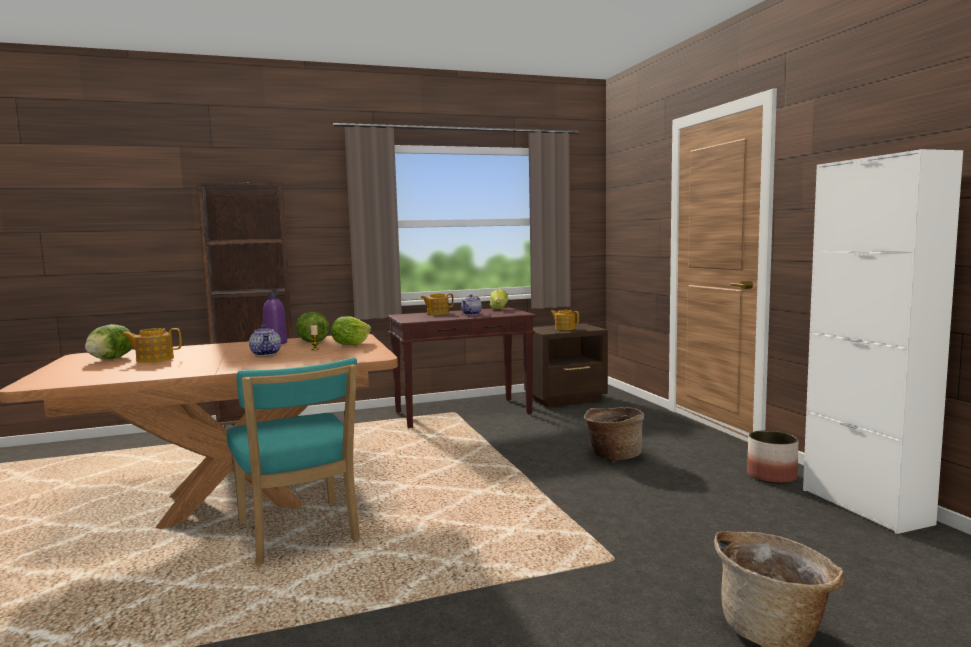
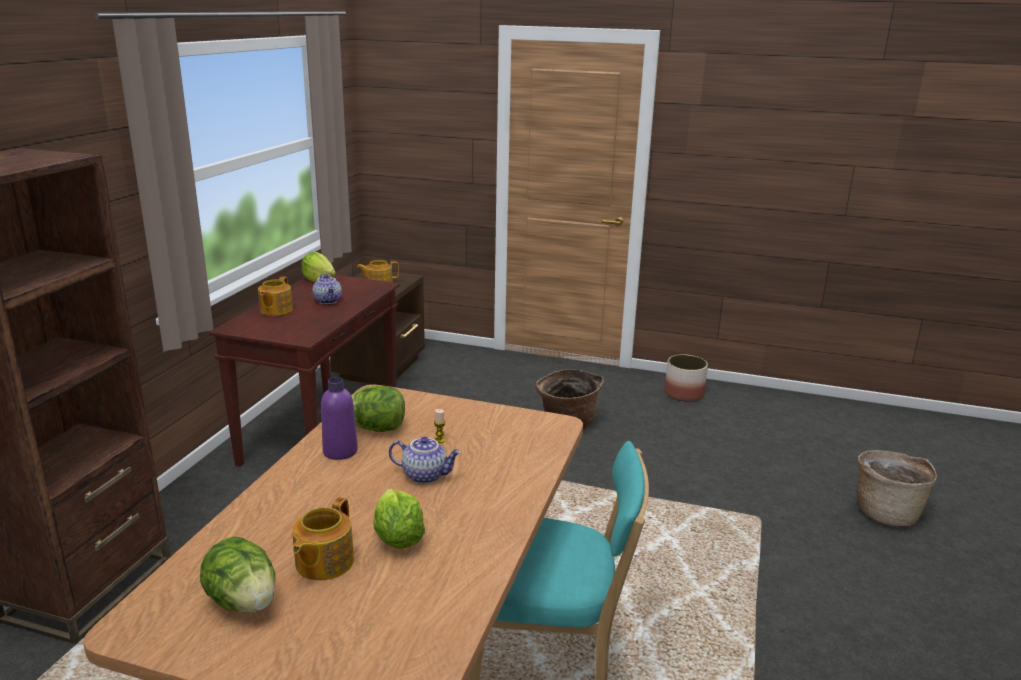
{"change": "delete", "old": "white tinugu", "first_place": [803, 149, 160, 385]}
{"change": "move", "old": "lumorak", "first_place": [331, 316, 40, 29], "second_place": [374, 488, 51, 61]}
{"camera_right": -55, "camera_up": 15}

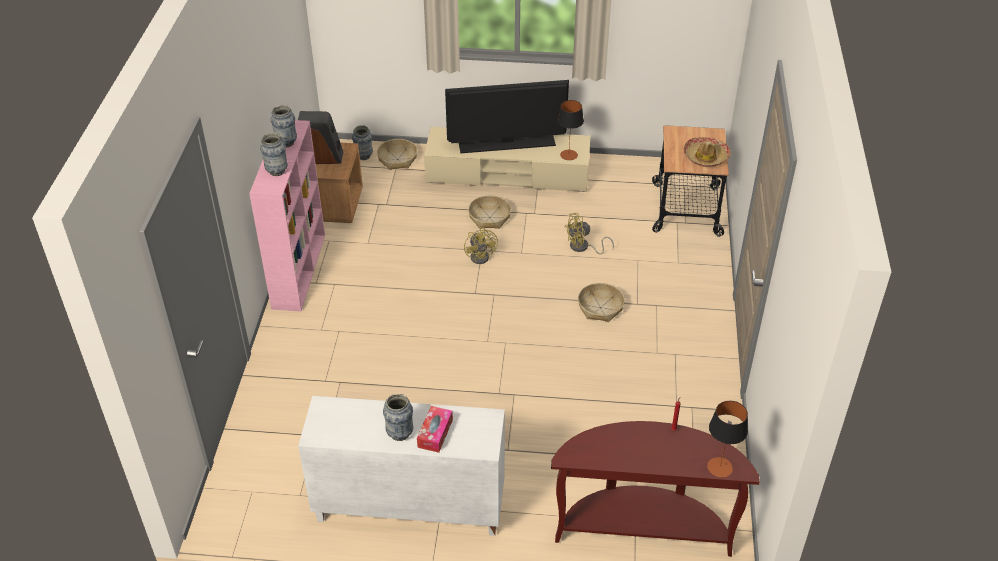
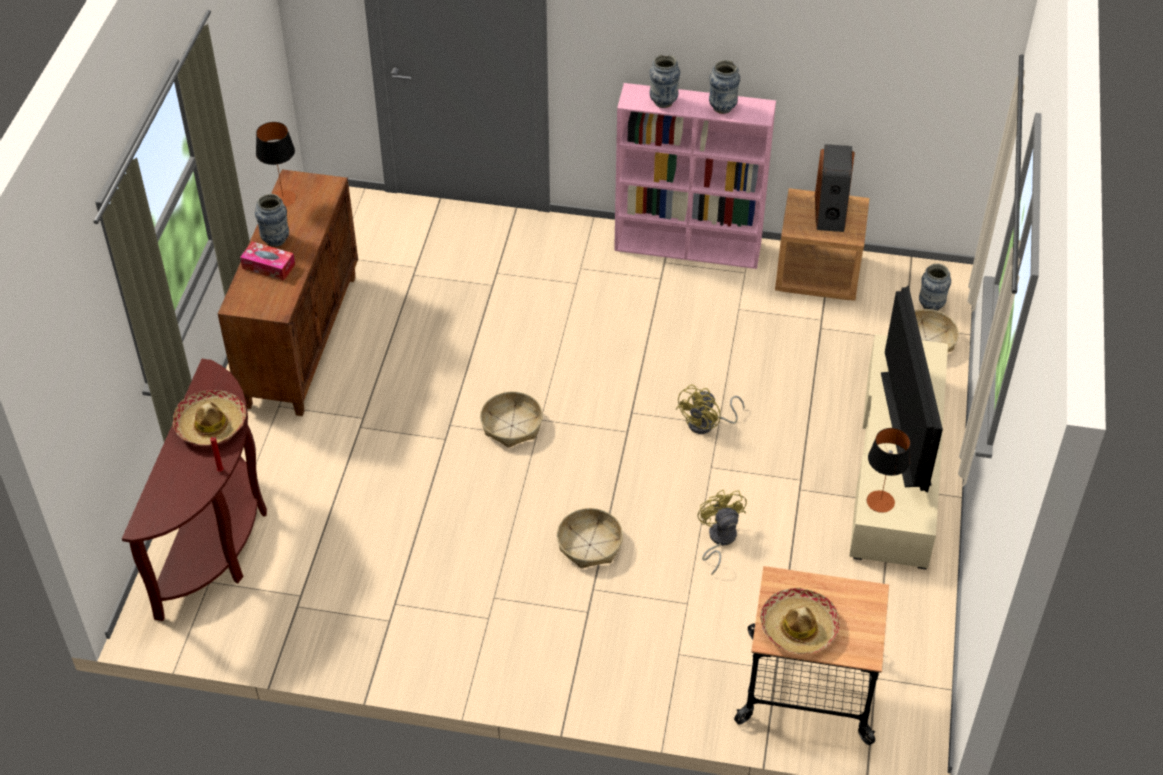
{"change": "move", "old": "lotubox", "first_place": [468, 195, 43, 34], "second_place": [480, 391, 63, 57]}
{"change": "rotate", "old": "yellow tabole", "first_place": [464, 227, 34, 37], "second_place": [676, 385, 69, 49], "degrees": -45}
{"change": "recolor", "old": "white tinugu", "new": "brown tinugu", "first_place": [298, 396, 207, 140], "second_place": [218, 169, 140, 247]}
{"change": "move", "old": "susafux", "first_place": [707, 401, 41, 76], "second_place": [256, 122, 40, 85]}
{"change": "insert", "new": "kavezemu", "second_place": [173, 390, 74, 56]}
{"camera_right": 95, "camera_up": 5}

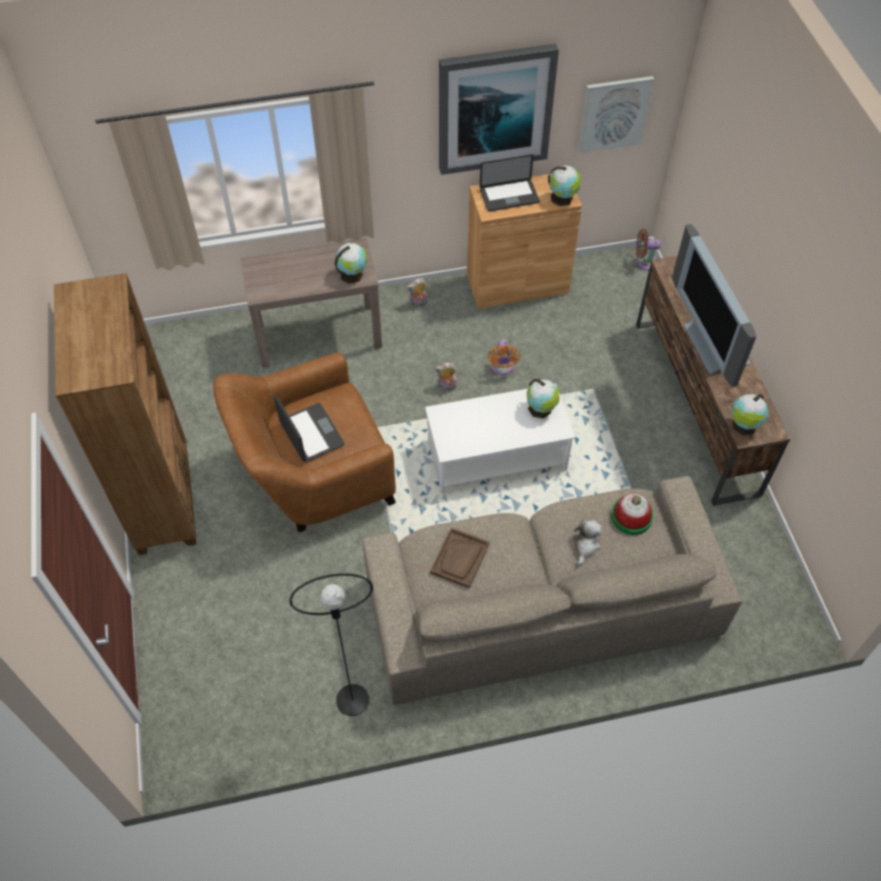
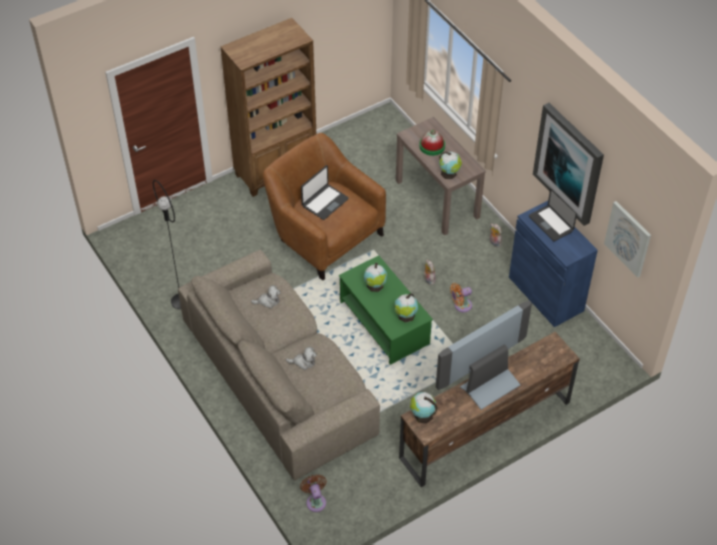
{"change": "move", "old": "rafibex", "first_place": [548, 166, 33, 40], "second_place": [364, 263, 23, 29]}
{"change": "recolor", "old": "brown tinugu", "new": "blue tinugu", "first_place": [467, 174, 115, 135], "second_place": [509, 201, 89, 126]}
{"change": "move", "old": "brown tabole", "first_place": [636, 229, 25, 42], "second_place": [300, 475, 27, 37]}
{"change": "recolor", "old": "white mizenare", "new": "green mizenare", "first_place": [425, 384, 150, 110], "second_place": [339, 256, 94, 109]}
{"change": "move", "old": "kavezemu", "first_place": [611, 494, 42, 41], "second_place": [419, 129, 26, 27]}
{"change": "replace", "old": "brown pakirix", "new": "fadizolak", "first_place": [430, 527, 60, 61], "second_place": [251, 285, 30, 24]}
{"camera_right": 70, "camera_up": -5}

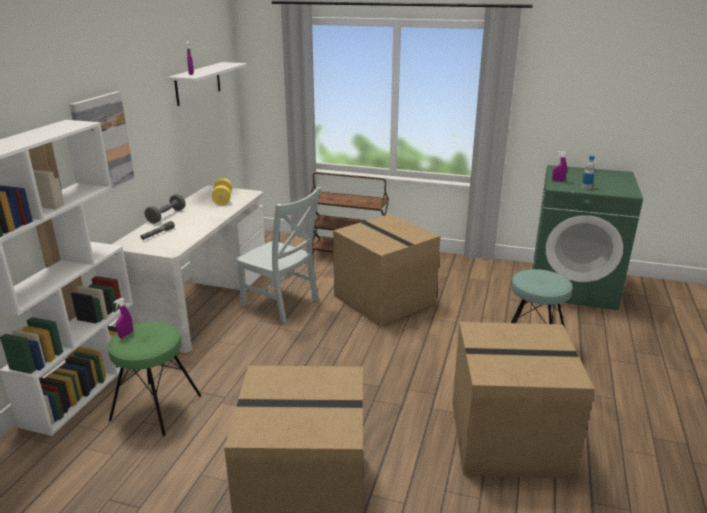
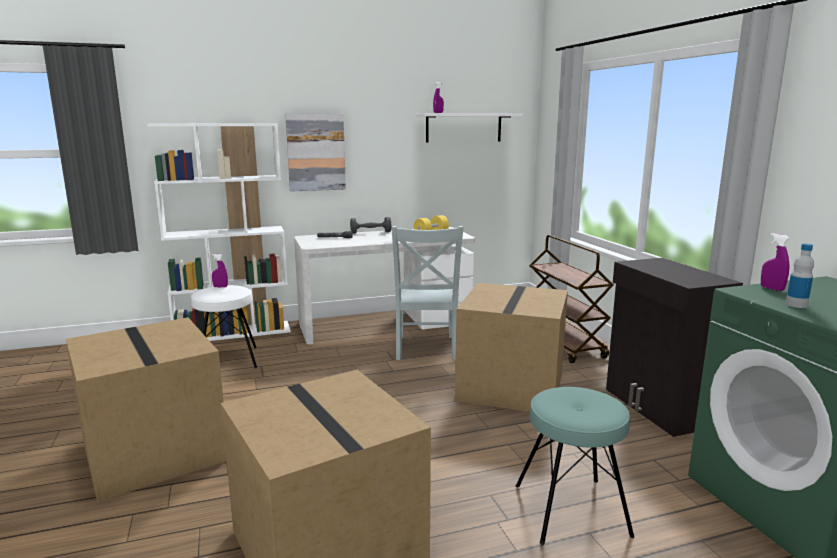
{"change": "recolor", "old": "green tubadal", "new": "white tubadal", "first_place": [108, 322, 94, 114], "second_place": [191, 285, 66, 84]}
{"change": "insert", "new": "black tinugu", "second_place": [606, 258, 137, 179]}
{"camera_right": 55, "camera_up": -10}

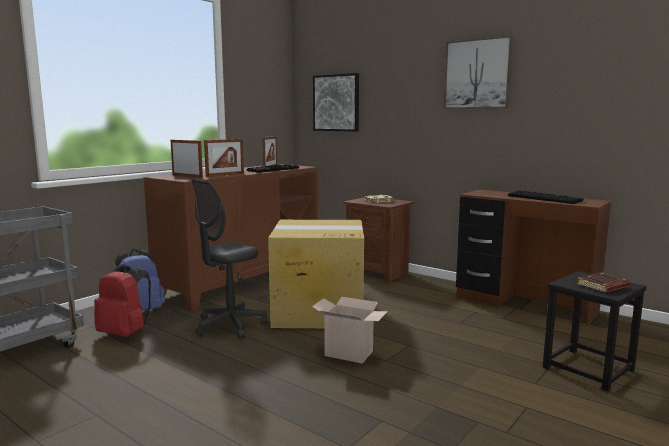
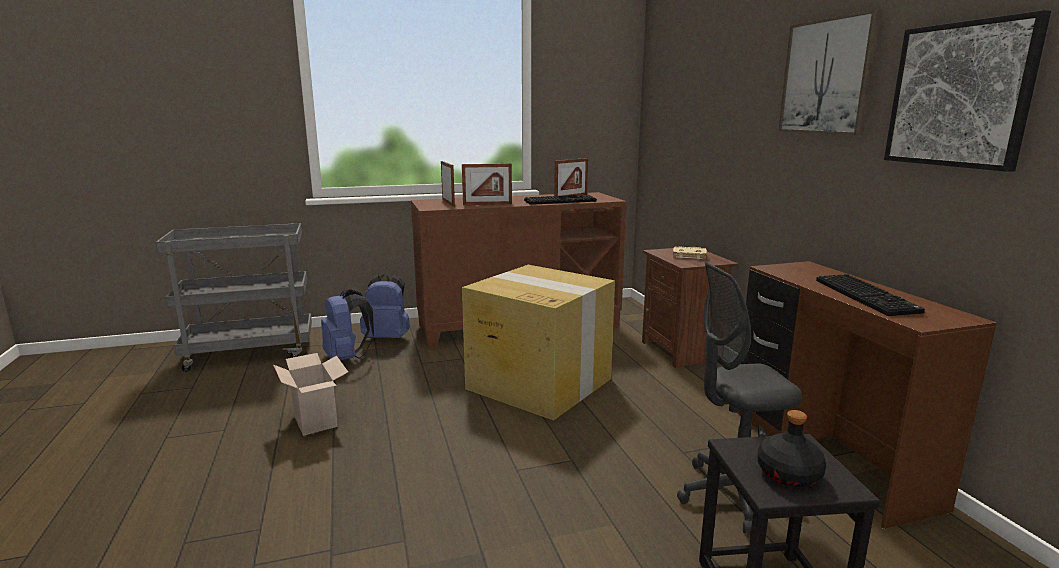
{"change": "move", "old": "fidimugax", "first_place": [313, 73, 46, 59], "second_place": [884, 10, 167, 162]}
{"change": "move", "old": "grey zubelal", "first_place": [192, 179, 75, 160], "second_place": [677, 262, 125, 272]}
{"change": "recolor", "old": "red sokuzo", "new": "blue sokuzo", "first_place": [94, 264, 57, 73], "second_place": [321, 289, 53, 71]}
{"change": "replace", "old": "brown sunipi", "new": "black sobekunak", "first_place": [577, 273, 54, 19], "second_place": [757, 410, 69, 77]}
{"change": "move", "old": "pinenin", "first_place": [312, 297, 76, 67], "second_place": [273, 353, 75, 83]}
{"camera_right": 35, "camera_up": 5}

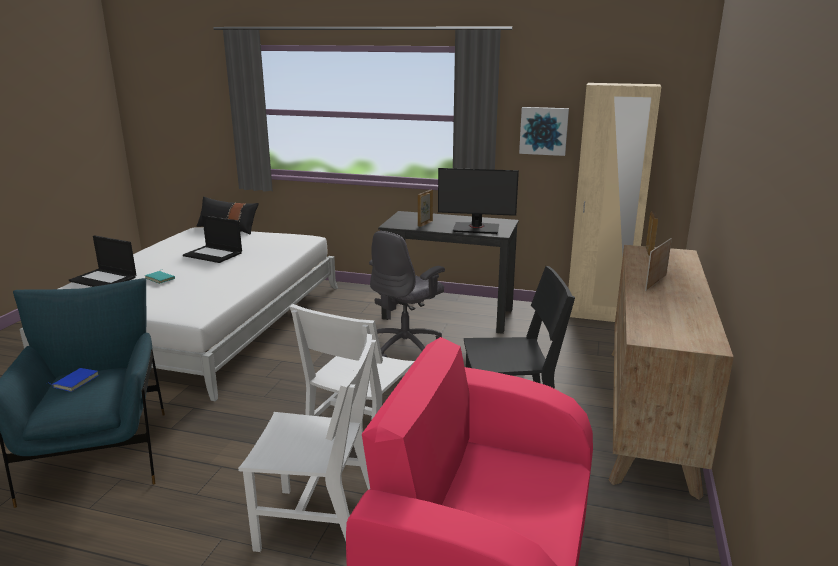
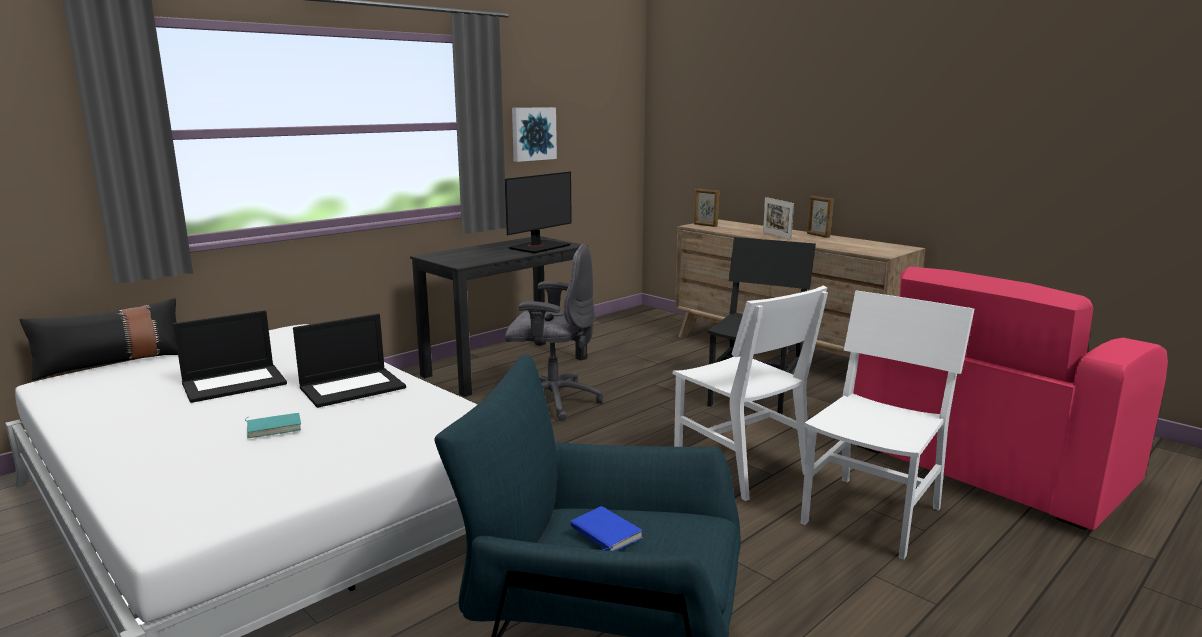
{"change": "delete", "old": "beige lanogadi", "first_place": [568, 83, 94, 239]}
{"change": "move", "old": "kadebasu", "first_place": [418, 190, 15, 37], "second_place": [807, 196, 26, 42]}
{"change": "rotate", "old": "grey zubelal", "first_place": [369, 231, 76, 126], "second_place": [505, 244, 98, 177], "degrees": -60}
{"change": "move", "old": "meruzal", "first_place": [69, 235, 67, 52], "second_place": [293, 314, 113, 94]}
{"camera_right": -60, "camera_up": -5}

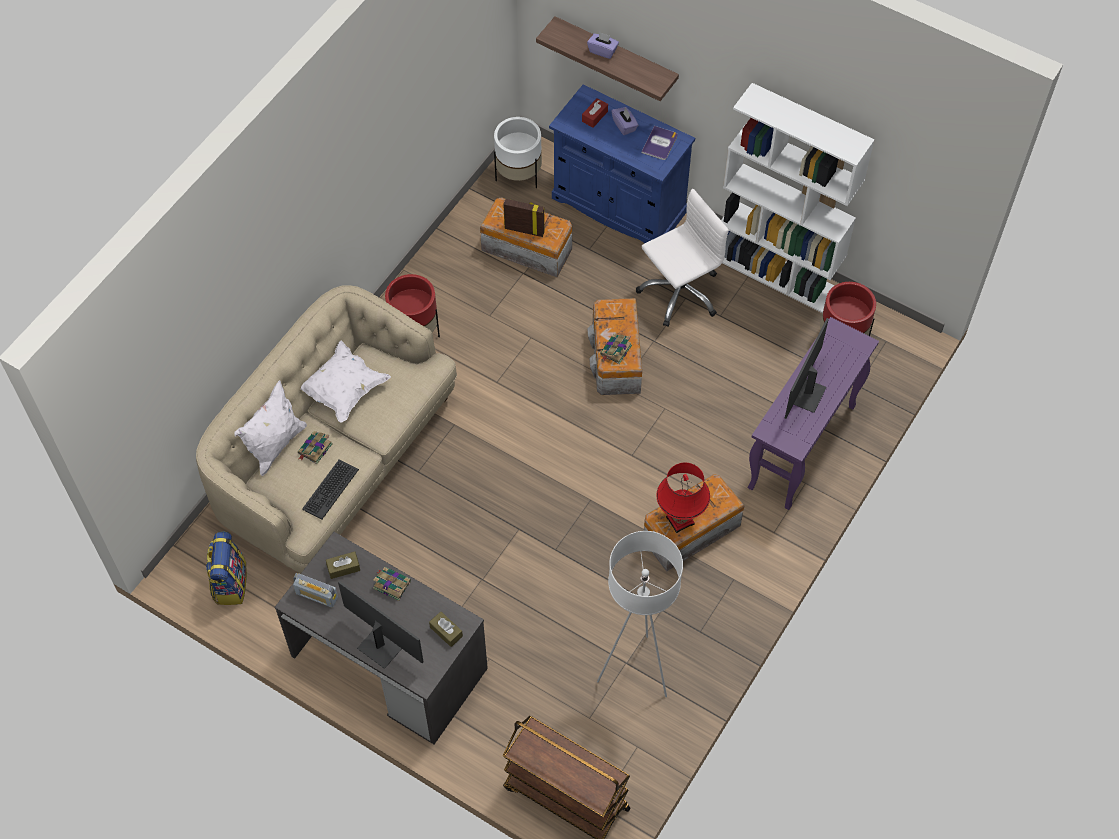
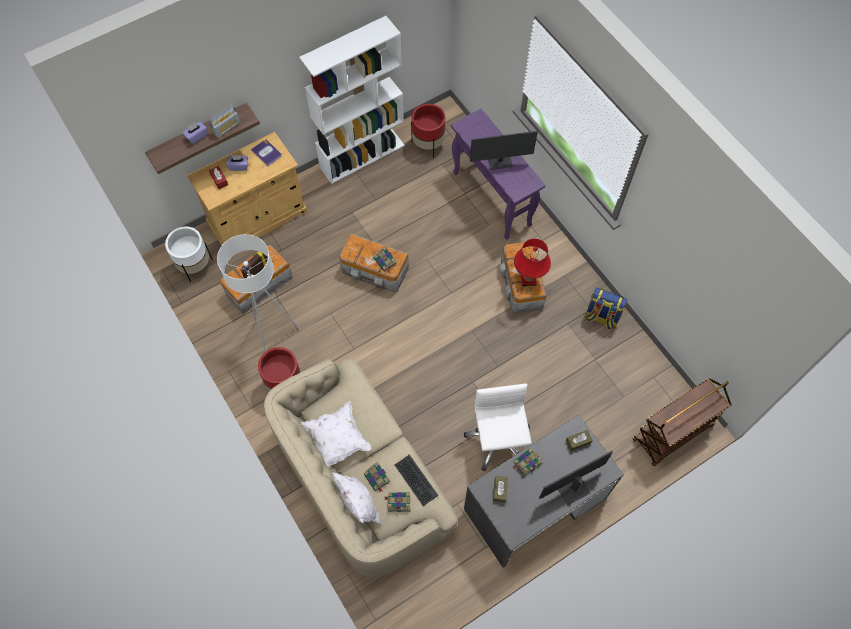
{"change": "recolor", "old": "blue tinugu", "new": "beige tinugu", "first_place": [549, 84, 146, 159], "second_place": [187, 132, 120, 114]}
{"change": "move", "old": "white zubelal", "first_place": [636, 189, 93, 138], "second_place": [464, 383, 68, 88]}
{"change": "rotate", "old": "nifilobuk", "first_place": [785, 318, 44, 101], "second_place": [470, 131, 68, 39], "degrees": -60}
{"change": "move", "old": "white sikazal", "first_place": [597, 531, 86, 166], "second_place": [217, 234, 82, 119]}
{"change": "move", "old": "sokuzo", "first_place": [206, 532, 41, 73], "second_place": [585, 287, 43, 42]}
{"change": "move", "old": "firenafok", "first_place": [293, 573, 45, 35], "second_place": [209, 106, 31, 32]}
{"change": "insert", "new": "sunipi", "second_place": [384, 492, 26, 20]}
{"camera_right": -65, "camera_up": 5}

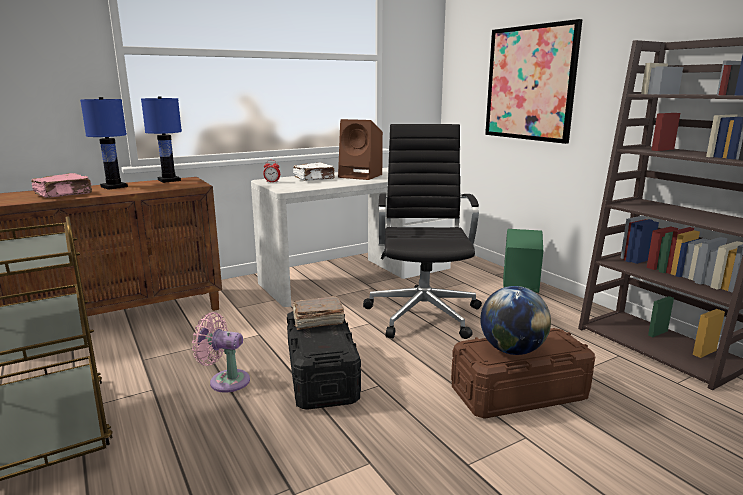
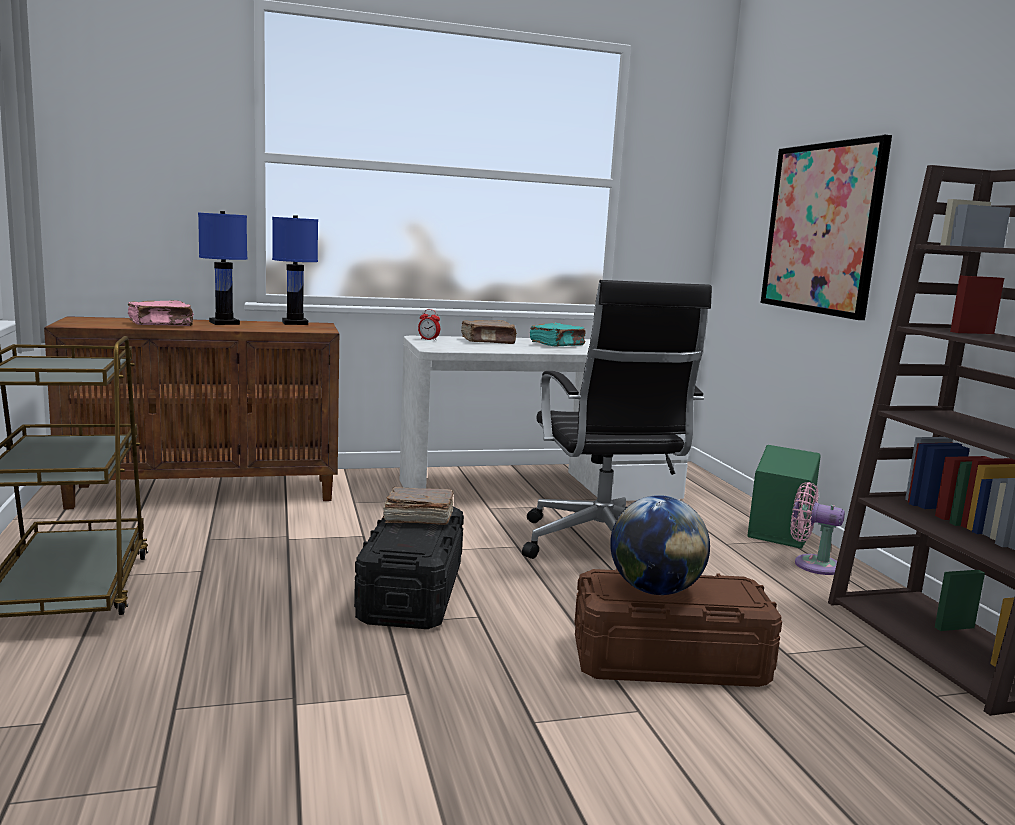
{"change": "replace", "old": "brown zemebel", "new": "turquoise sunipi", "first_place": [338, 119, 45, 61], "second_place": [530, 323, 56, 23]}
{"change": "rotate", "old": "black zubelal", "first_place": [363, 124, 119, 215], "second_place": [522, 280, 190, 279], "degrees": 150}
{"change": "recolor", "old": "white sunipi", "new": "brown sunipi", "first_place": [293, 162, 42, 19], "second_place": [461, 320, 56, 24]}
{"change": "move", "old": "pink tabole", "first_place": [192, 312, 58, 81], "second_place": [791, 482, 54, 93]}
{"camera_right": 15, "camera_up": -5}

